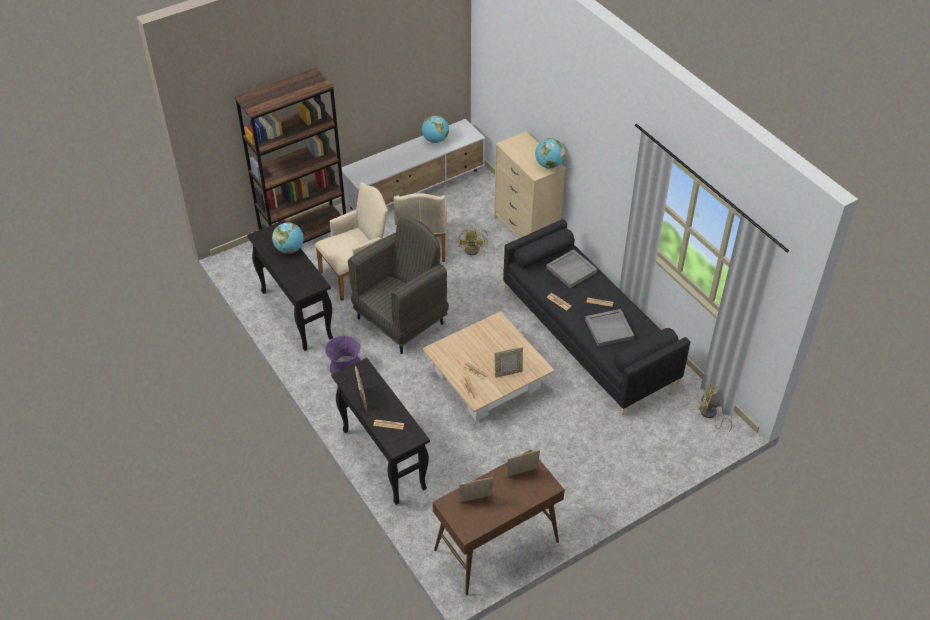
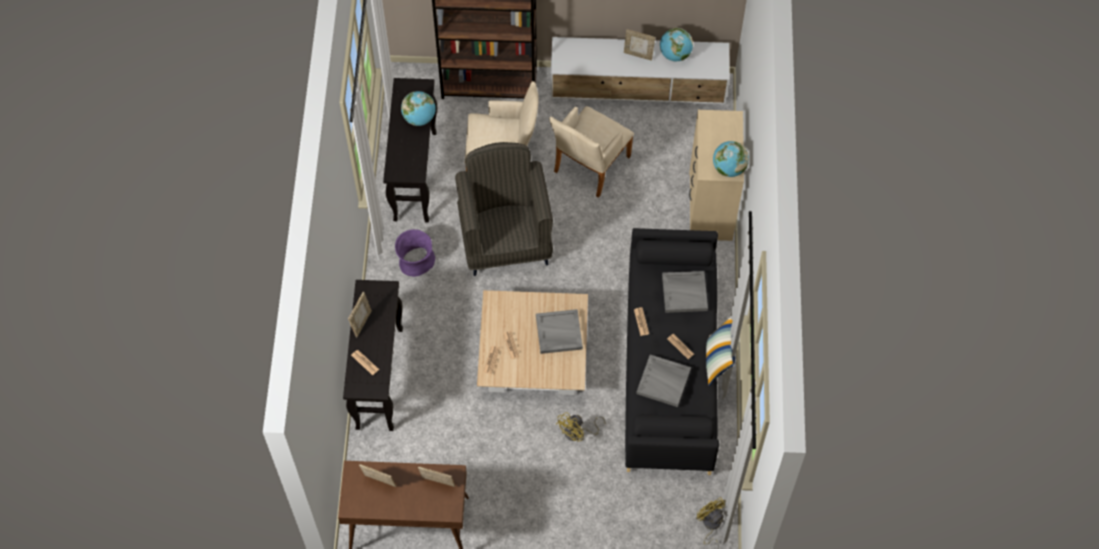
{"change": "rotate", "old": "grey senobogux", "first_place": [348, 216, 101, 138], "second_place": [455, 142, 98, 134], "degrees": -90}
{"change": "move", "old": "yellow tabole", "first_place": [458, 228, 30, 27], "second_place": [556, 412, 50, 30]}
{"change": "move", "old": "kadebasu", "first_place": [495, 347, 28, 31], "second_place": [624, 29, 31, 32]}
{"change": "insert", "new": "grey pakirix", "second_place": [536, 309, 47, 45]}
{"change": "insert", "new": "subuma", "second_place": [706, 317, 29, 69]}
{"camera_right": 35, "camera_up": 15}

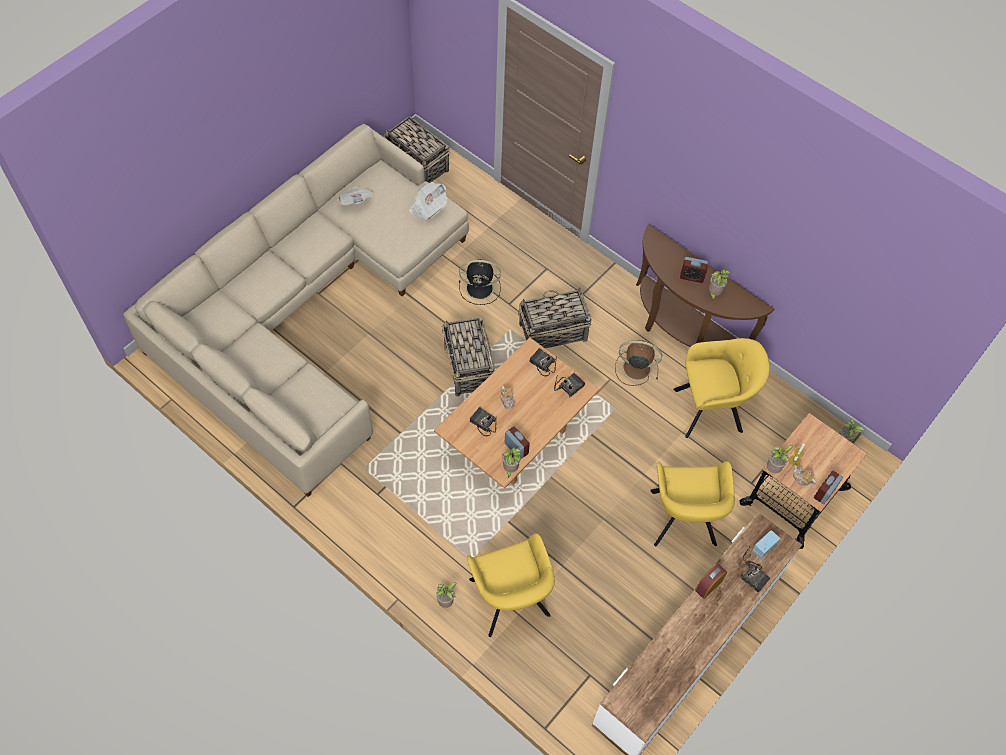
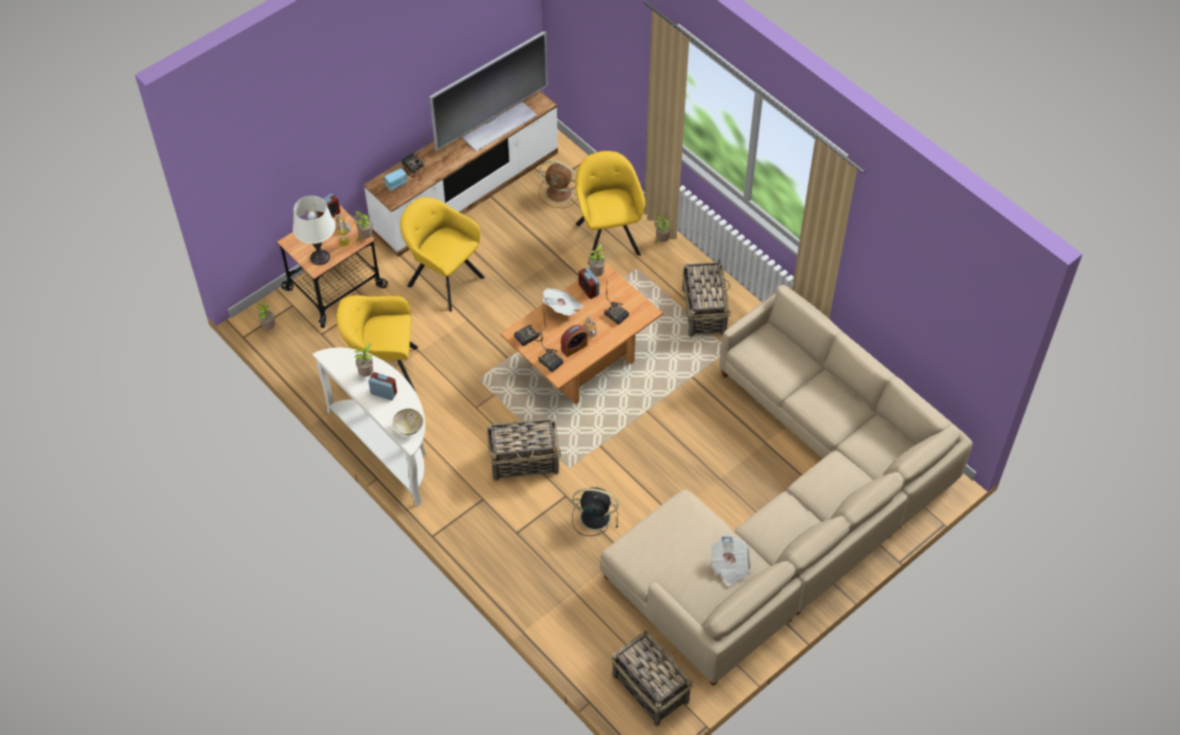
{"change": "move", "old": "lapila", "first_place": [409, 182, 39, 39], "second_place": [543, 288, 40, 28]}
{"change": "recolor", "old": "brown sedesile", "new": "white sedesile", "first_place": [636, 224, 138, 123], "second_place": [313, 348, 113, 158]}
{"change": "move", "old": "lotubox", "first_place": [442, 317, 53, 79], "second_place": [682, 259, 49, 78]}
{"change": "move", "old": "brown tabole", "first_place": [615, 340, 47, 46], "second_place": [539, 160, 39, 48]}
{"change": "rotate", "old": "yellow senobogux", "first_place": [650, 461, 85, 85], "second_place": [400, 197, 85, 115], "degrees": -60}
{"change": "move", "old": "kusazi", "first_place": [695, 564, 32, 35], "second_place": [561, 325, 26, 32]}
{"change": "insert", "new": "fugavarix", "second_place": [429, 31, 119, 120]}
{"change": "insert", "new": "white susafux", "second_place": [293, 196, 42, 69]}
{"change": "insert", "new": "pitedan", "second_place": [393, 409, 30, 26]}
{"camera_right": -170, "camera_up": -5}

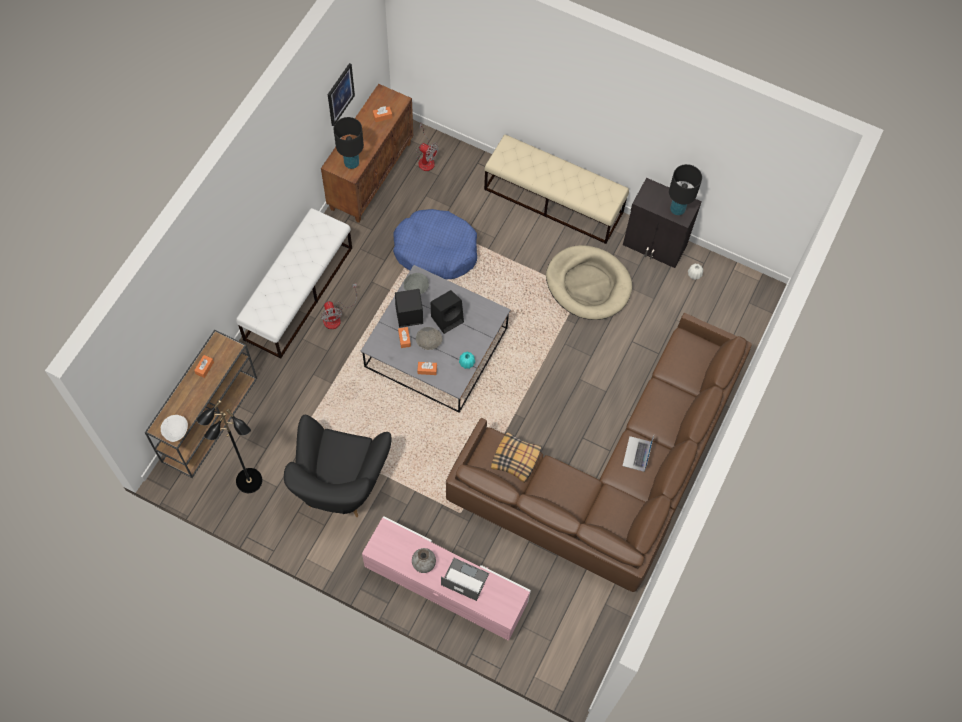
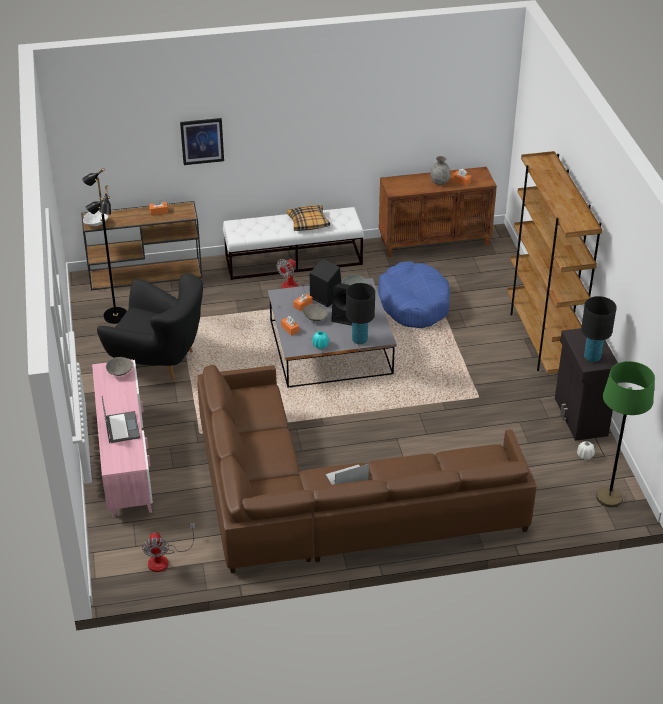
{"change": "move", "old": "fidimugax", "first_place": [328, 63, 27, 63], "second_place": [180, 118, 44, 47]}
{"change": "move", "old": "black susafux", "first_place": [334, 117, 30, 52], "second_place": [346, 283, 29, 61]}
{"change": "move", "old": "tabole", "first_place": [416, 122, 23, 49], "second_place": [142, 523, 53, 49]}
{"change": "replace", "old": "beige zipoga", "new": "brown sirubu", "first_place": [484, 135, 145, 109], "second_place": [507, 151, 95, 223]}
{"change": "delete", "old": "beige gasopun", "first_place": [546, 245, 86, 75]}
{"change": "rotate", "old": "black senobogux", "first_place": [284, 415, 107, 102], "second_place": [97, 273, 106, 108], "degrees": -135}
{"change": "move", "old": "subuma", "first_place": [491, 432, 50, 51], "second_place": [287, 205, 43, 26]}
{"change": "move", "old": "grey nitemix", "first_place": [412, 548, 24, 25], "second_place": [430, 156, 20, 29]}
{"change": "insert", "new": "grey pitedan", "second_place": [106, 357, 27, 19]}
{"change": "insert", "new": "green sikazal", "second_place": [596, 361, 59, 146]}
{"camera_right": 55, "camera_up": -25}

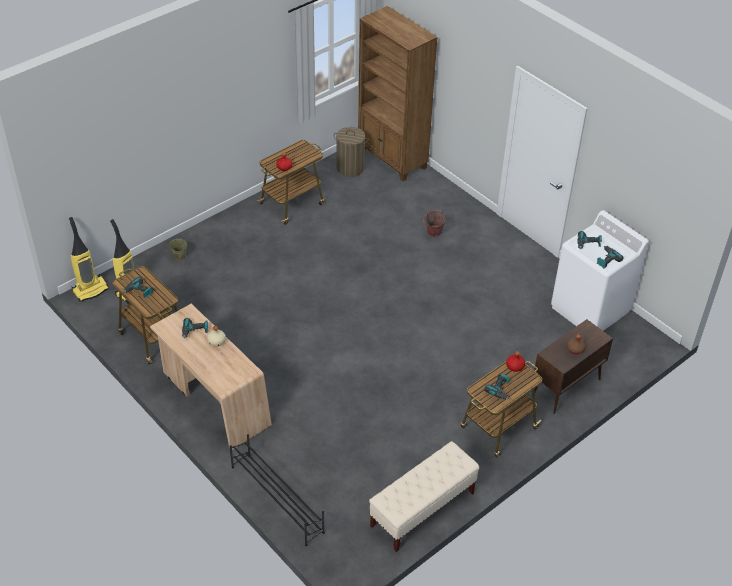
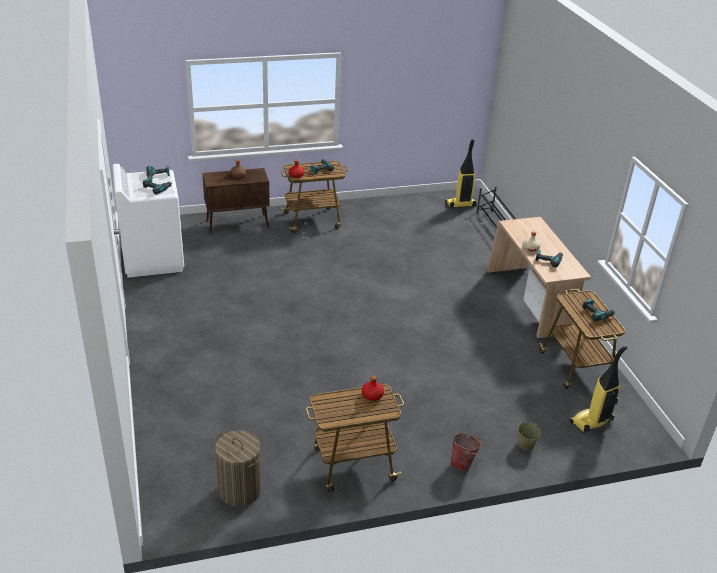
{"change": "delete", "old": "brown sirubu", "first_place": [358, 6, 80, 175]}
{"change": "move", "old": "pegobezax", "first_place": [423, 210, 23, 27], "second_place": [451, 433, 31, 38]}
{"change": "move", "old": "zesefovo", "first_place": [69, 217, 40, 85], "second_place": [446, 139, 31, 69]}
{"change": "delete", "old": "beige zipoga", "first_place": [369, 441, 110, 111]}
{"camera_right": -155, "camera_up": -10}

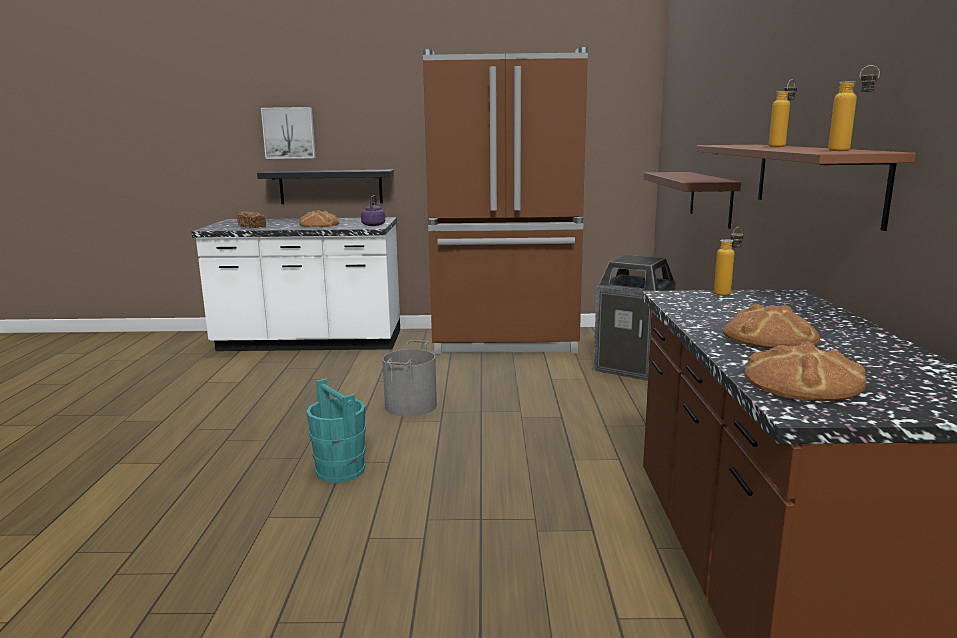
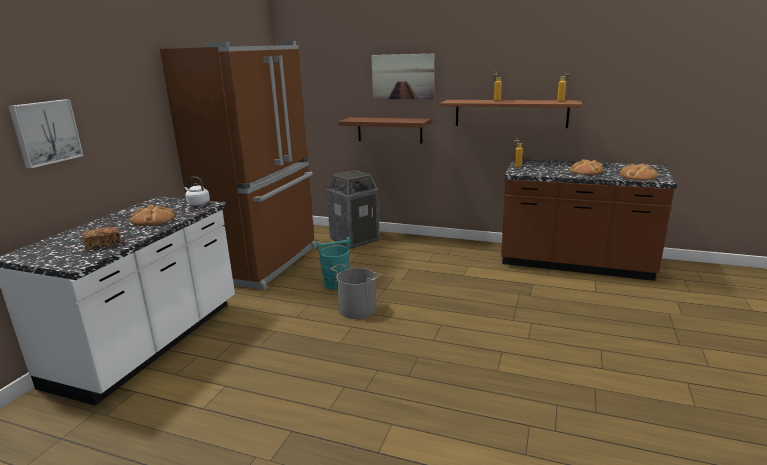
{"change": "delete", "old": "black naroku", "first_place": [257, 170, 137, 34]}
{"change": "recolor", "old": "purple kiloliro", "new": "white kiloliro", "first_place": [361, 195, 24, 31], "second_place": [185, 177, 25, 29]}
{"change": "move", "old": "turquoise pegobezax", "first_place": [306, 378, 60, 105], "second_place": [317, 237, 34, 53]}
{"change": "insert", "new": "fidimugax", "second_place": [371, 54, 63, 45]}
{"camera_right": -70, "camera_up": 5}

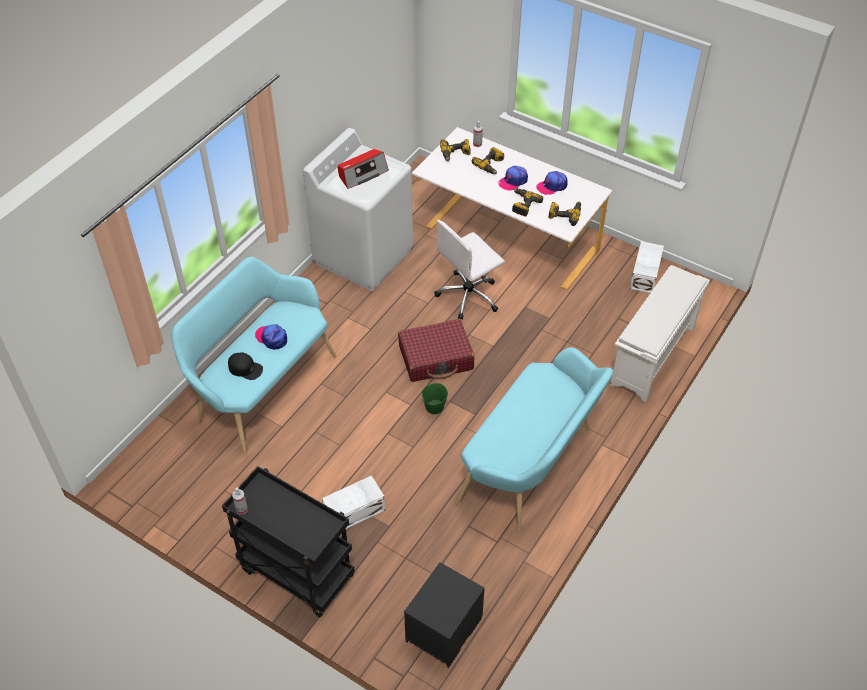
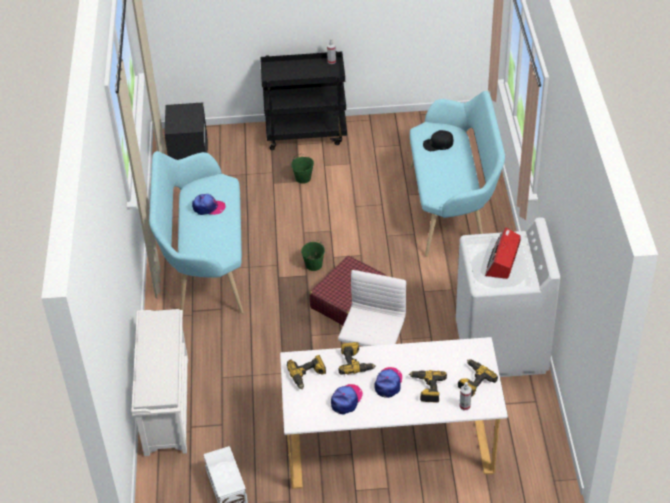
{"change": "move", "old": "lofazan", "first_place": [255, 325, 32, 25], "second_place": [192, 194, 34, 21]}
{"change": "replace", "old": "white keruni", "new": "green pegobezax", "first_place": [322, 475, 63, 54], "second_place": [291, 154, 23, 30]}
{"camera_right": 145, "camera_up": -5}

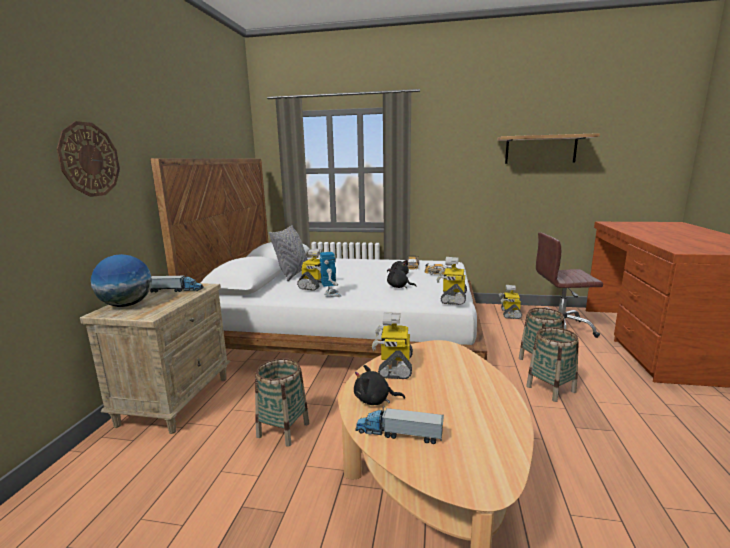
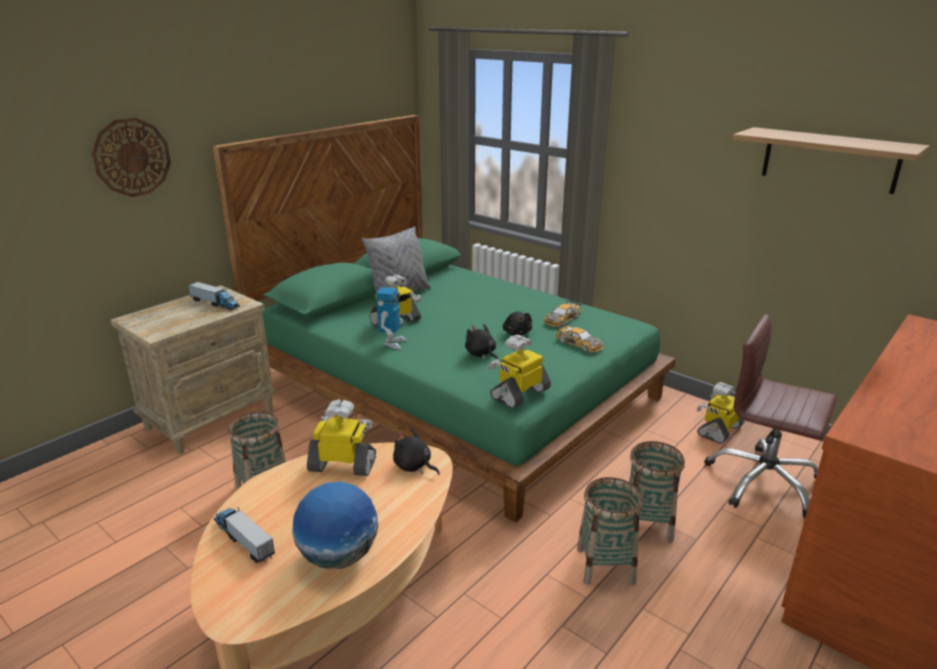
{"change": "recolor", "old": "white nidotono", "new": "green nidotono", "first_place": [150, 158, 337, 202], "second_place": [212, 115, 464, 408]}
{"change": "move", "old": "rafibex", "first_place": [91, 254, 61, 53], "second_place": [292, 481, 86, 88]}
{"change": "rotate", "old": "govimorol", "first_place": [372, 312, 41, 67], "second_place": [307, 399, 69, 77], "degrees": 60}
{"change": "move", "old": "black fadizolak", "first_place": [354, 365, 51, 40], "second_place": [393, 429, 47, 46]}
{"camera_right": 30, "camera_up": 10}

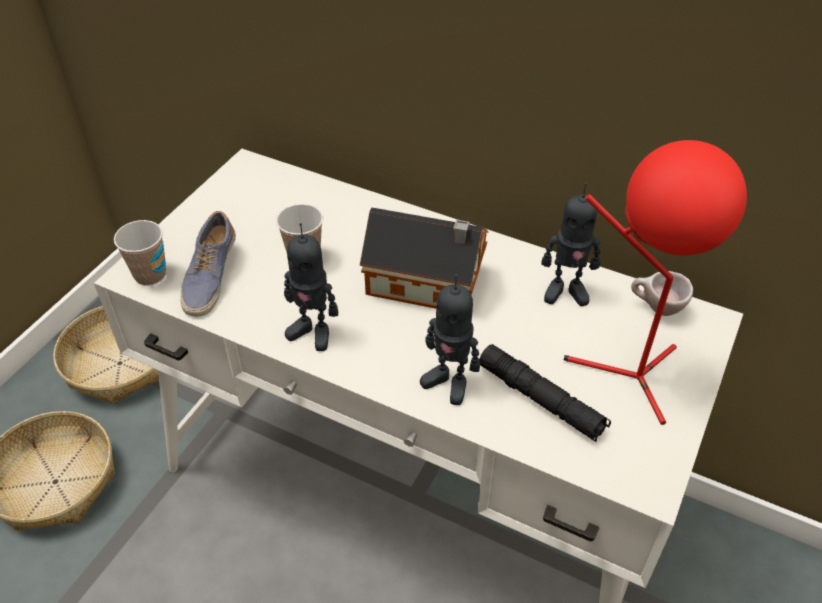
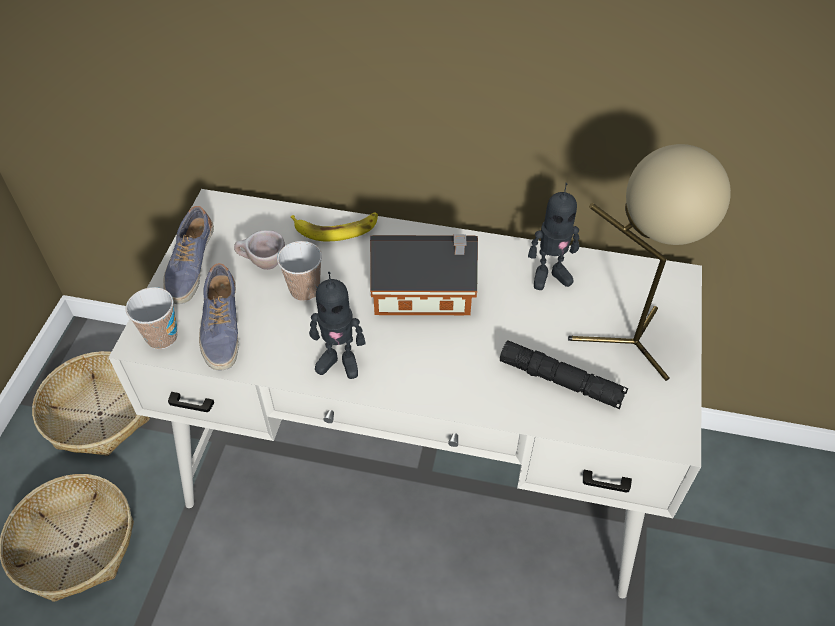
{"change": "recolor", "old": "red susafux", "new": "beige susafux", "first_place": [564, 140, 183, 285], "second_place": [568, 144, 163, 237]}
{"change": "move", "old": "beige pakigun", "first_place": [631, 271, 62, 45], "second_place": [234, 230, 51, 40]}
{"change": "delete", "old": "govimorol", "first_place": [420, 274, 60, 131]}
{"change": "insert", "new": "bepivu", "second_place": [163, 206, 51, 98]}
{"change": "insert", "new": "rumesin", "second_place": [291, 212, 87, 29]}
{"camera_right": -15, "camera_up": 5}

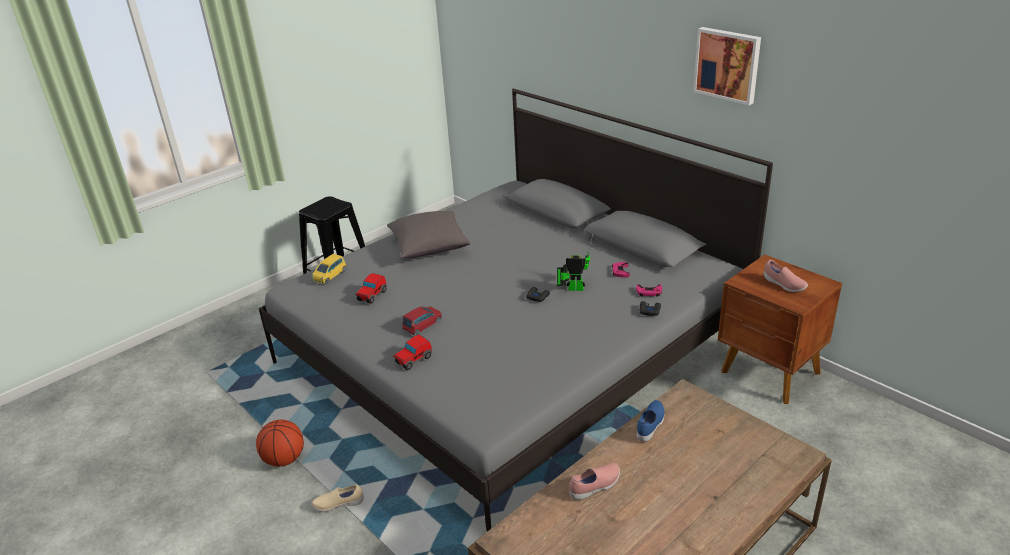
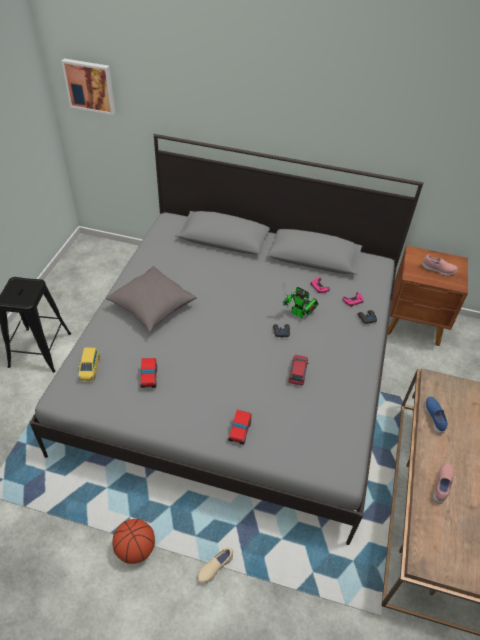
{"change": "move", "old": "fidimugax", "first_place": [693, 27, 68, 78], "second_place": [61, 58, 54, 57]}
{"change": "rotate", "old": "govimorol", "first_place": [557, 235, 36, 56], "second_place": [283, 284, 36, 34], "degrees": -120}
{"change": "move", "old": "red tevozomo", "first_place": [403, 307, 39, 29], "second_place": [289, 355, 20, 31]}
{"camera_right": -35, "camera_up": 15}

